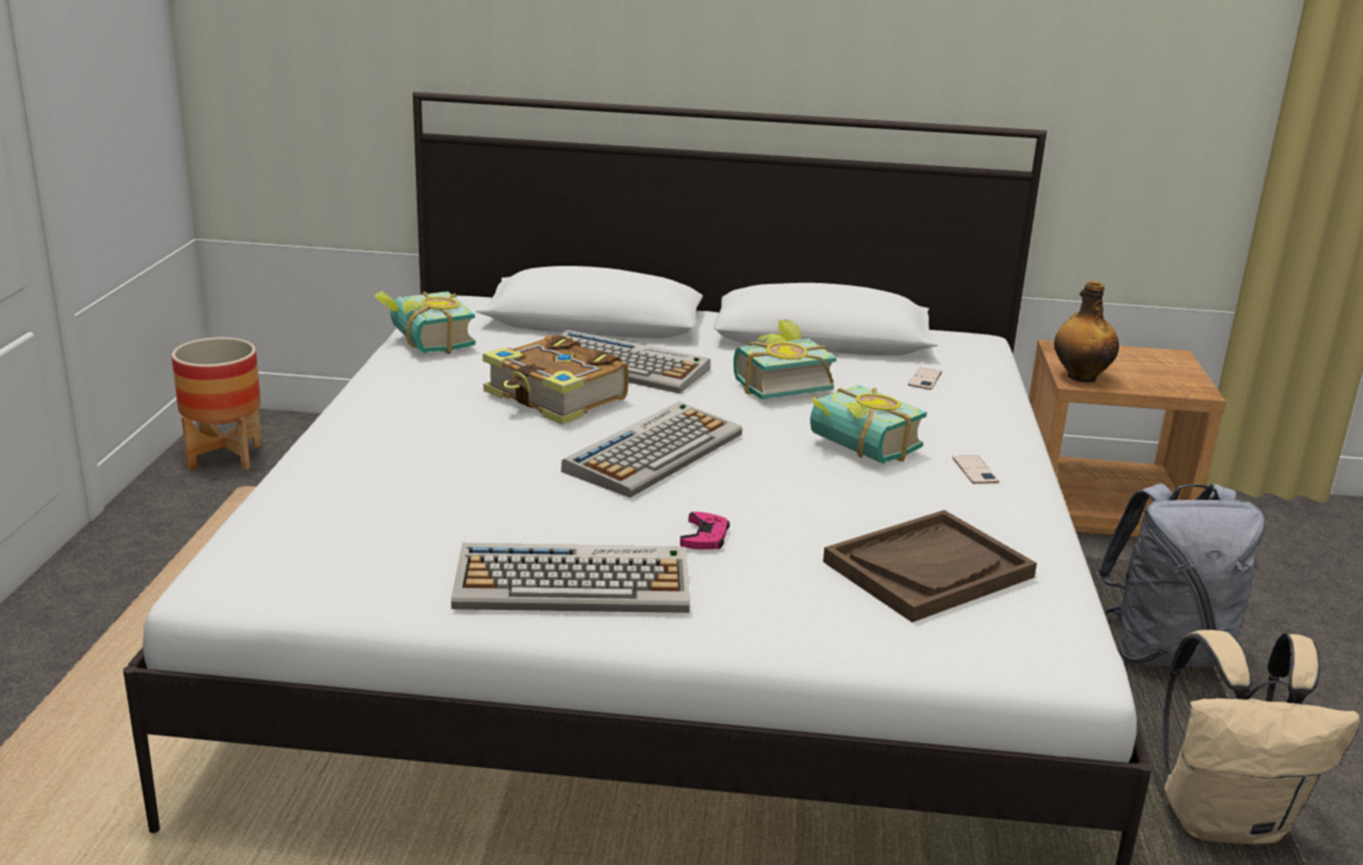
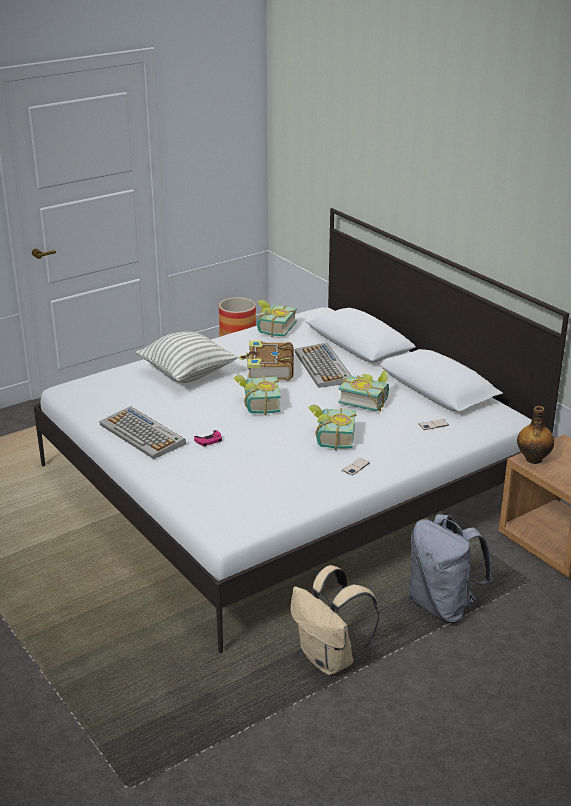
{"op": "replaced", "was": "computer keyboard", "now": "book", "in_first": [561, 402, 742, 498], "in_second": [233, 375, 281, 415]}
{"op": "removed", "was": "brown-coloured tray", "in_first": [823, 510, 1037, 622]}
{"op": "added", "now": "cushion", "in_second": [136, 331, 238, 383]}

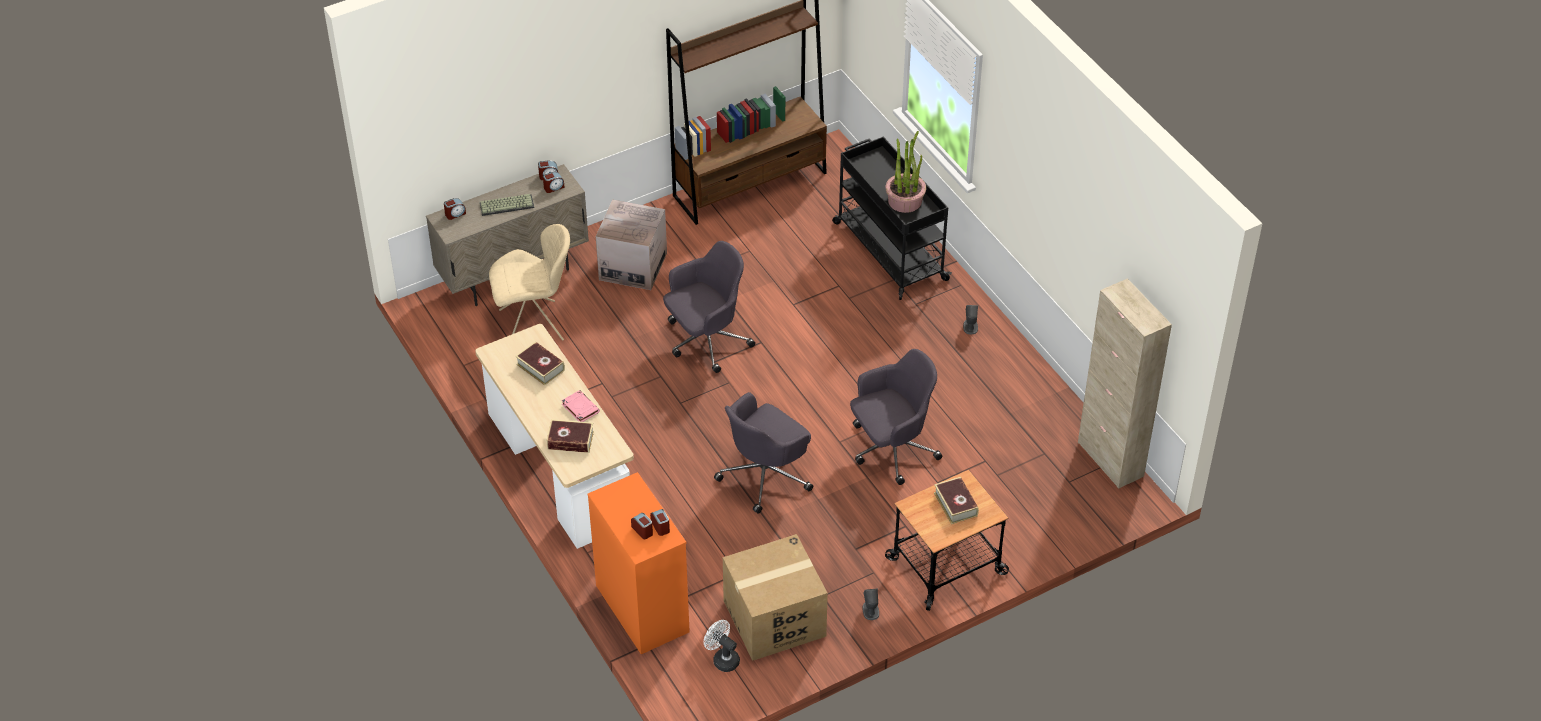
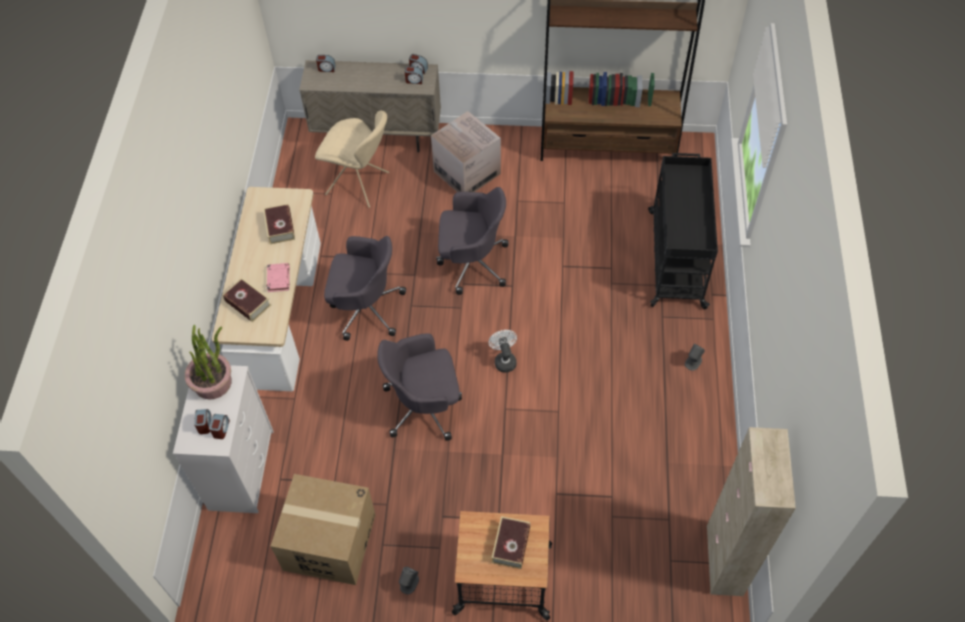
{"op": "moved", "was": "houseplant", "in_first": [885, 131, 926, 213], "in_second": [185, 325, 232, 400]}
{"op": "removed", "was": "computer keyboard", "in_first": [479, 194, 535, 216]}
{"op": "moved", "was": "grey computer chair", "in_first": [850, 349, 942, 485], "in_second": [324, 236, 406, 341]}
{"op": "recoloured", "was": "orange-coloured dresser", "now": "white-coloured dresser", "in_first": [587, 472, 690, 654], "in_second": [173, 365, 274, 513]}
{"op": "moved", "was": "white-coloured fan", "in_first": [704, 620, 740, 672], "in_second": [489, 330, 517, 373]}

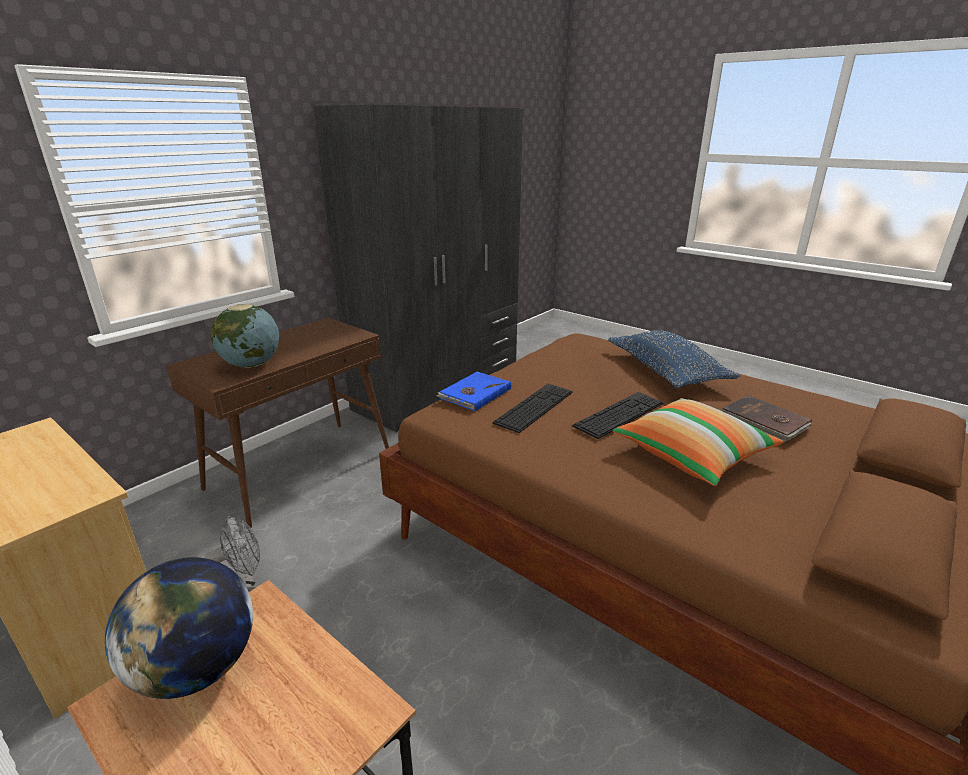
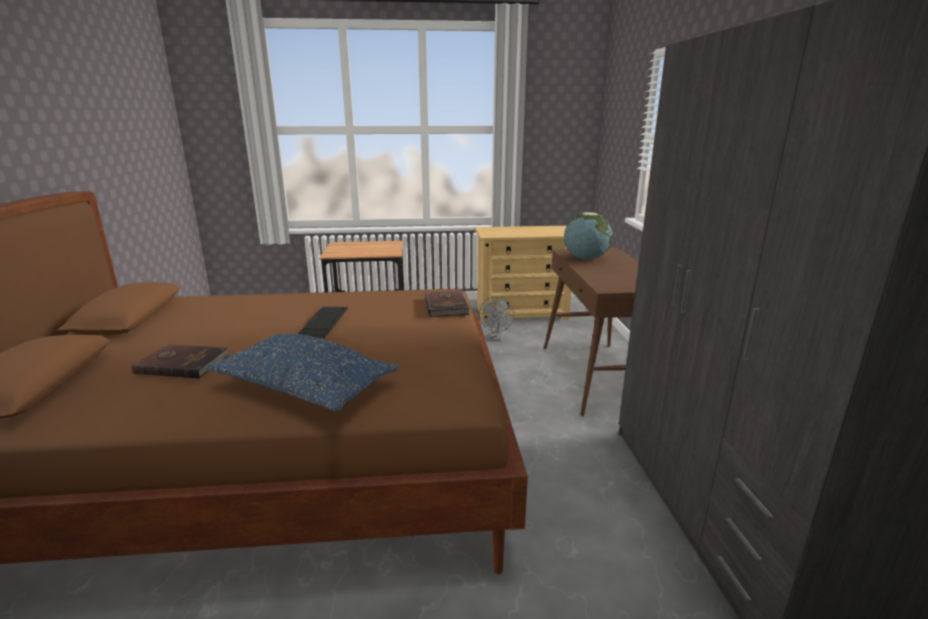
{"op": "recoloured", "was": "blue book", "now": "brown-coloured book", "in_first": [436, 372, 511, 411], "in_second": [425, 291, 470, 317]}
{"op": "removed", "was": "computer keyboard", "in_first": [493, 384, 573, 433]}
{"op": "removed", "was": "cushion", "in_first": [613, 398, 783, 486]}
{"op": "removed", "was": "desk globe", "in_first": [105, 557, 253, 699]}

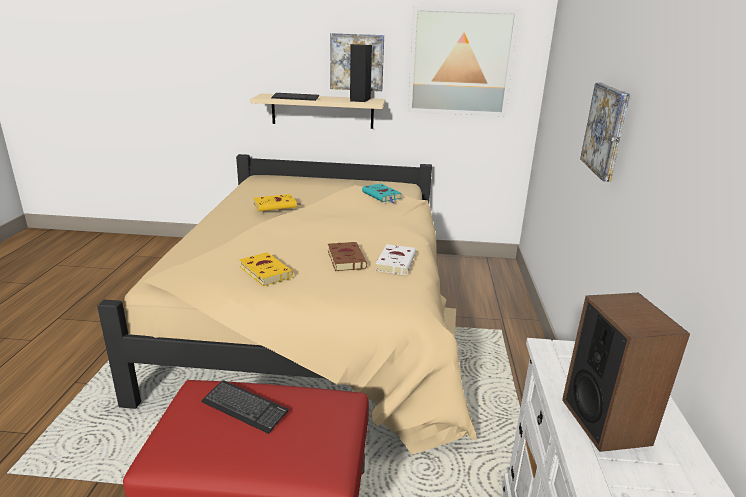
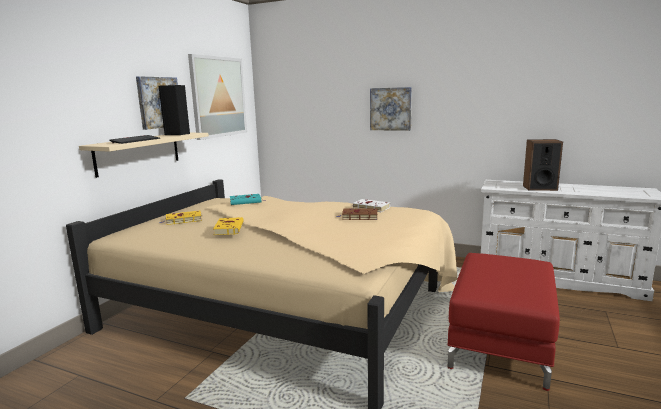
{"op": "moved", "was": "yellow book", "in_first": [239, 252, 293, 286], "in_second": [160, 211, 202, 225]}
{"op": "removed", "was": "computer keyboard", "in_first": [201, 380, 288, 434]}

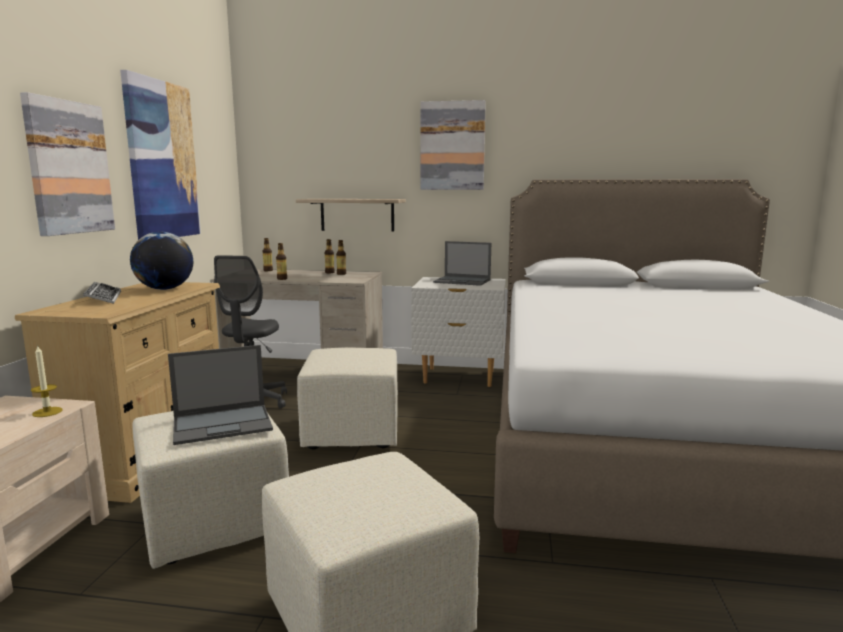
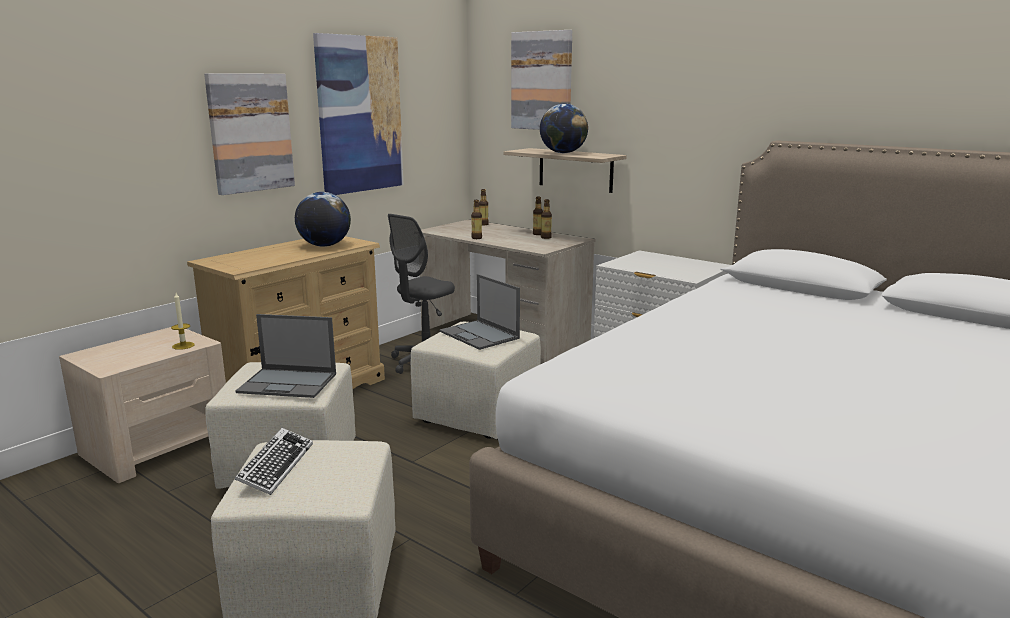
{"op": "moved", "was": "wall picture", "in_first": [420, 100, 486, 190], "in_second": [511, 30, 572, 130]}
{"op": "moved", "was": "laptop", "in_first": [433, 241, 491, 286], "in_second": [439, 274, 520, 350]}
{"op": "moved", "was": "computer keyboard", "in_first": [83, 282, 121, 304], "in_second": [235, 428, 313, 495]}
{"op": "added", "now": "desk globe", "in_second": [540, 104, 588, 153]}

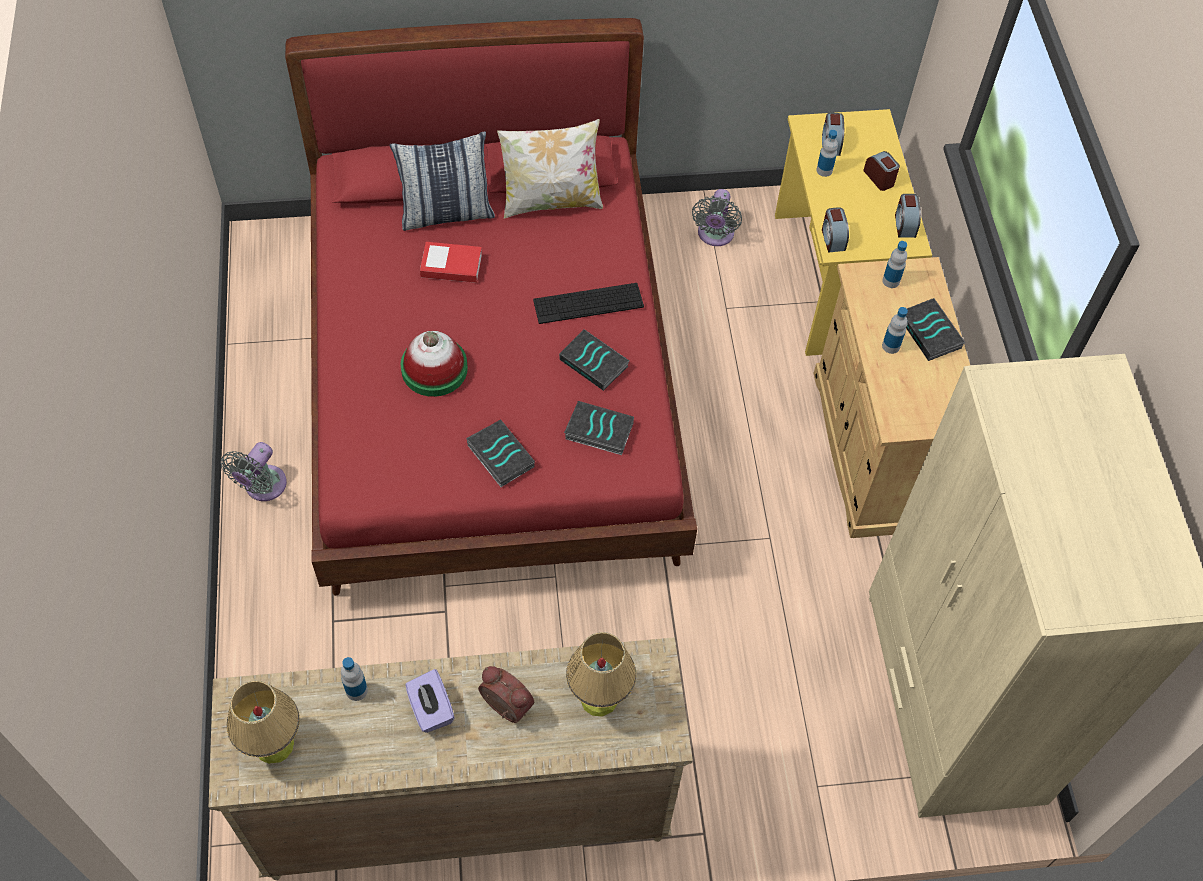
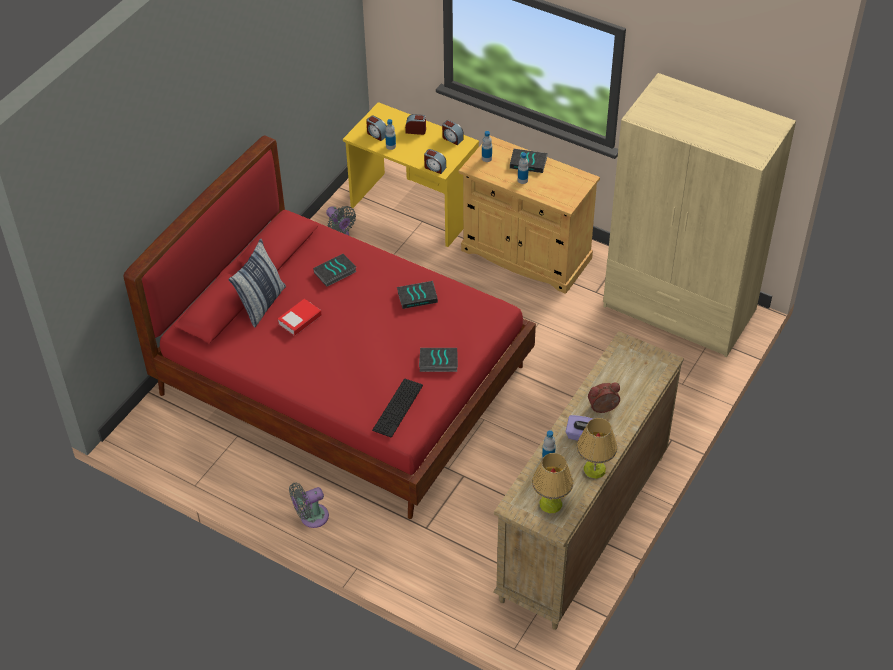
{"op": "removed", "was": "cushion", "in_first": [497, 119, 603, 219]}
{"op": "moved", "was": "computer keyboard", "in_first": [533, 283, 644, 324], "in_second": [372, 378, 423, 437]}
{"op": "removed", "was": "wearable hat", "in_first": [401, 331, 468, 397]}
{"op": "moved", "was": "book", "in_first": [564, 401, 634, 455], "in_second": [313, 254, 356, 287]}
{"op": "turned", "was": "grey fan", "in_first": [221, 442, 287, 501], "in_second": [289, 483, 329, 528], "clockwise": 90}
{"op": "moved", "was": "lamp for a table", "in_first": [566, 632, 636, 717], "in_second": [577, 418, 617, 479]}

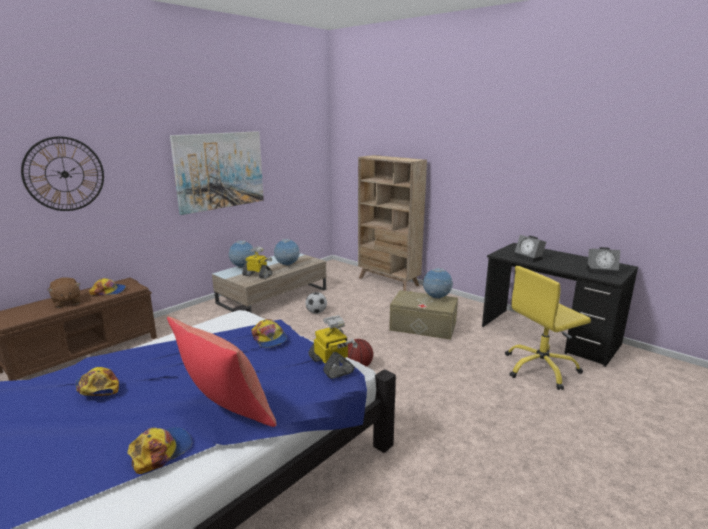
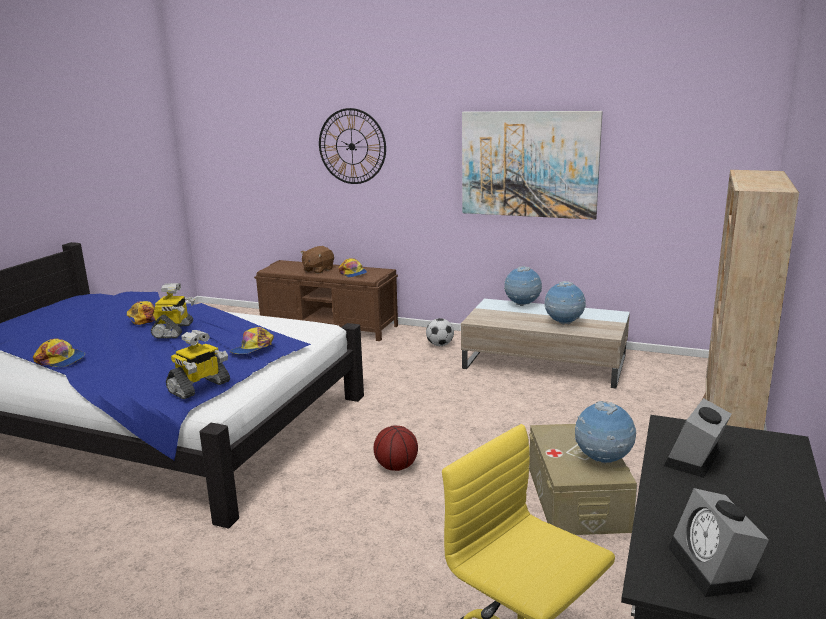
{"op": "moved", "was": "model robot", "in_first": [242, 246, 272, 279], "in_second": [151, 283, 195, 338]}
{"op": "moved", "was": "football", "in_first": [305, 292, 327, 314], "in_second": [426, 318, 454, 346]}
{"op": "removed", "was": "reddish cushion", "in_first": [167, 317, 276, 427]}

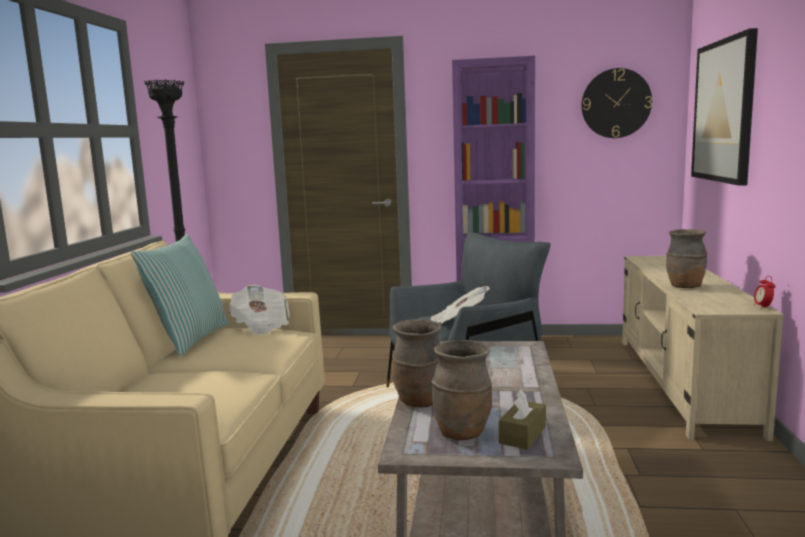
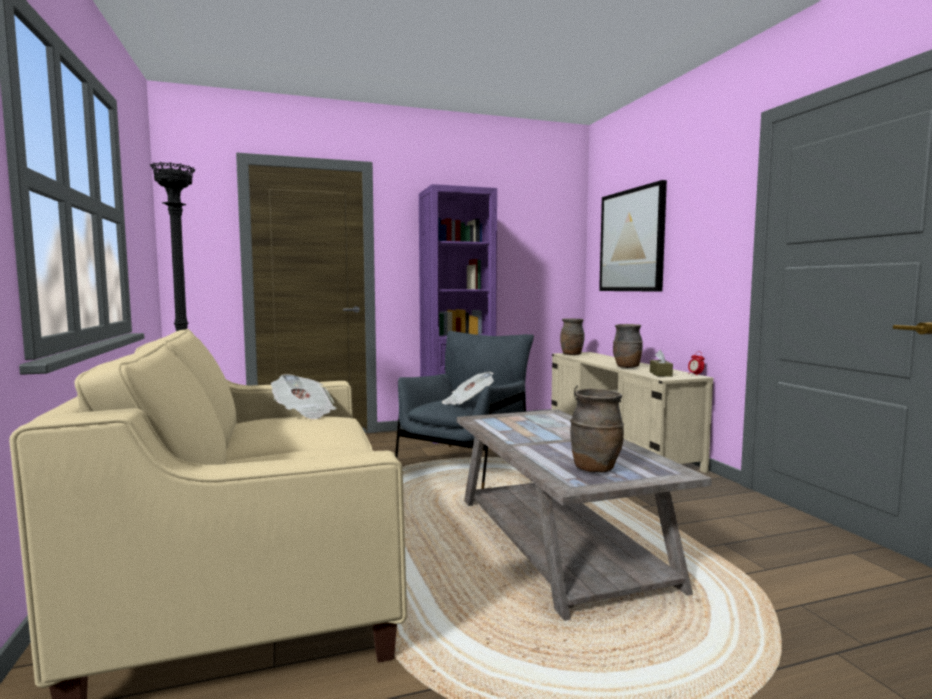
{"op": "removed", "was": "hanging clock", "in_first": [581, 68, 652, 138]}
{"op": "removed", "was": "cushion", "in_first": [131, 234, 230, 357]}
{"op": "moved", "was": "brown-coloured decorative vase", "in_first": [392, 319, 441, 408], "in_second": [560, 318, 585, 355]}
{"op": "moved", "was": "brown-coloured tissue box", "in_first": [499, 389, 546, 450], "in_second": [650, 350, 673, 377]}

